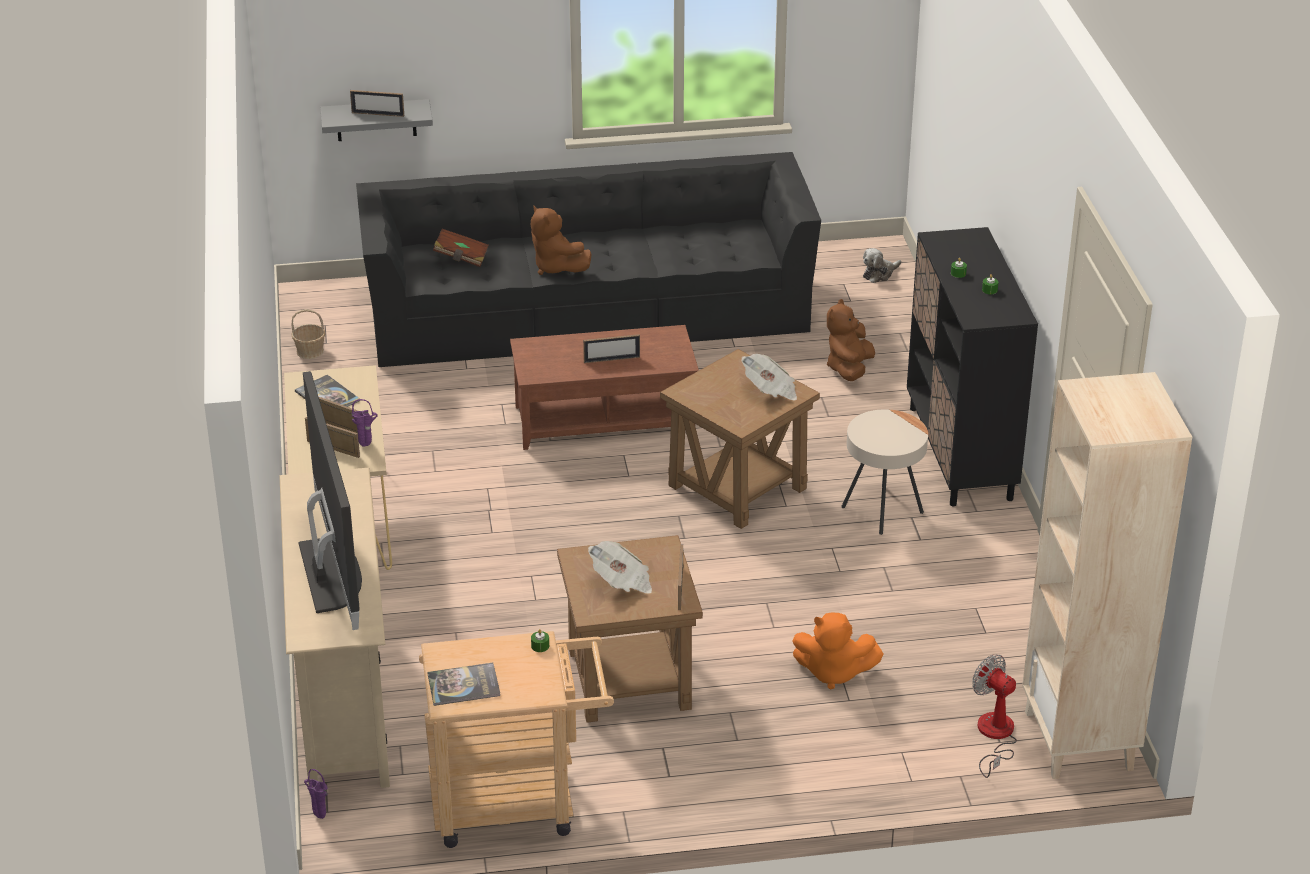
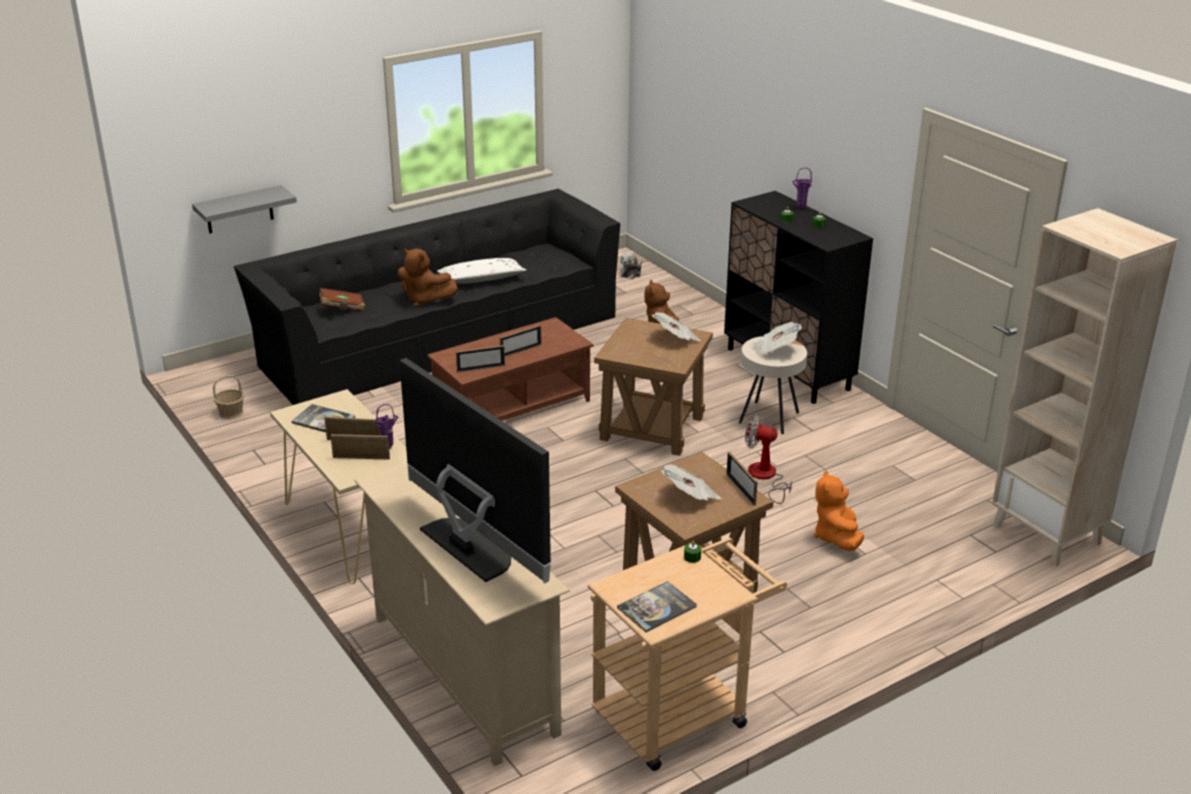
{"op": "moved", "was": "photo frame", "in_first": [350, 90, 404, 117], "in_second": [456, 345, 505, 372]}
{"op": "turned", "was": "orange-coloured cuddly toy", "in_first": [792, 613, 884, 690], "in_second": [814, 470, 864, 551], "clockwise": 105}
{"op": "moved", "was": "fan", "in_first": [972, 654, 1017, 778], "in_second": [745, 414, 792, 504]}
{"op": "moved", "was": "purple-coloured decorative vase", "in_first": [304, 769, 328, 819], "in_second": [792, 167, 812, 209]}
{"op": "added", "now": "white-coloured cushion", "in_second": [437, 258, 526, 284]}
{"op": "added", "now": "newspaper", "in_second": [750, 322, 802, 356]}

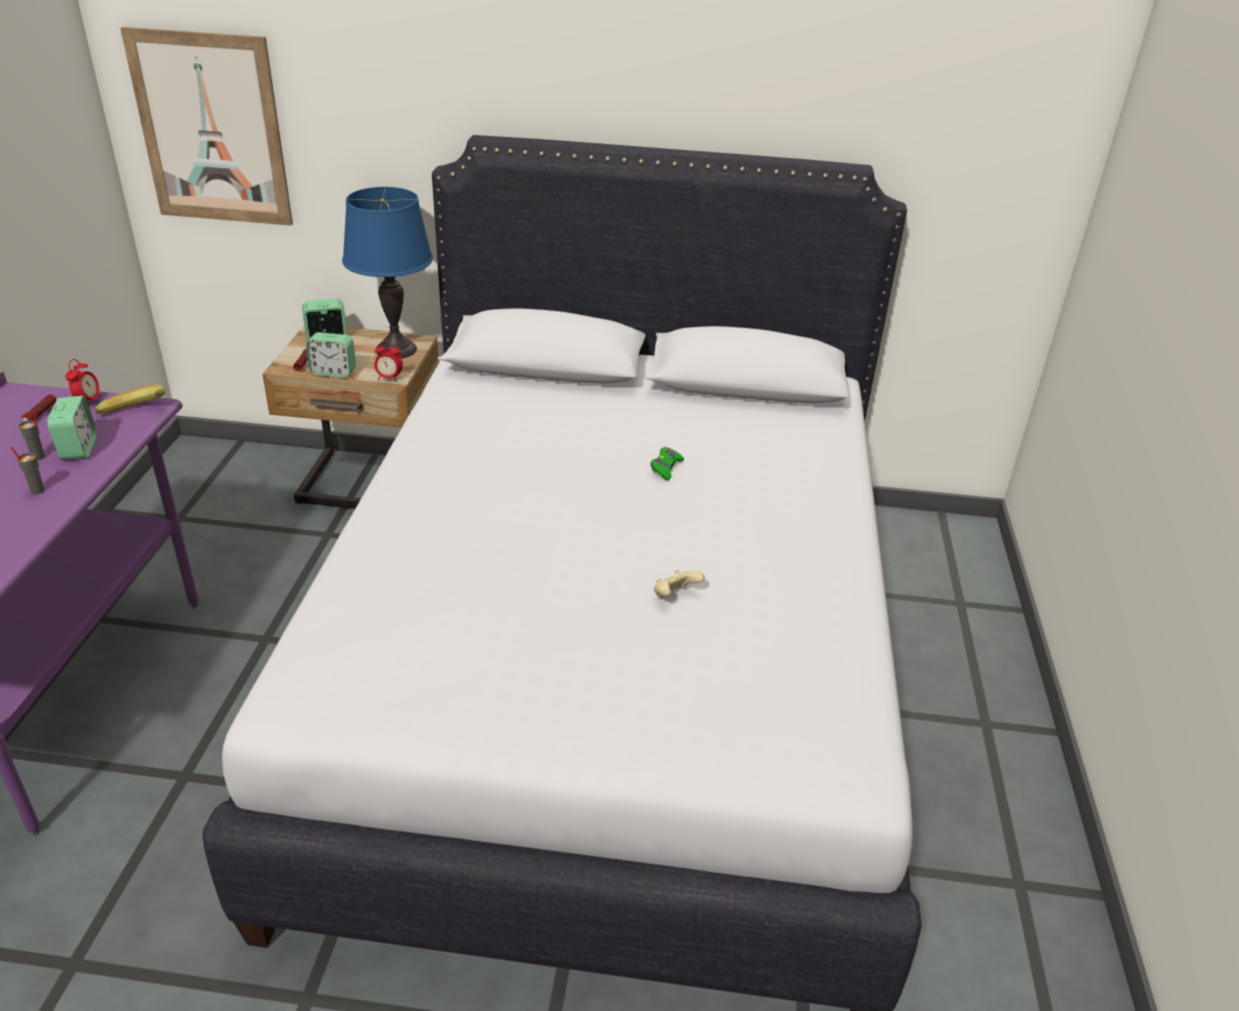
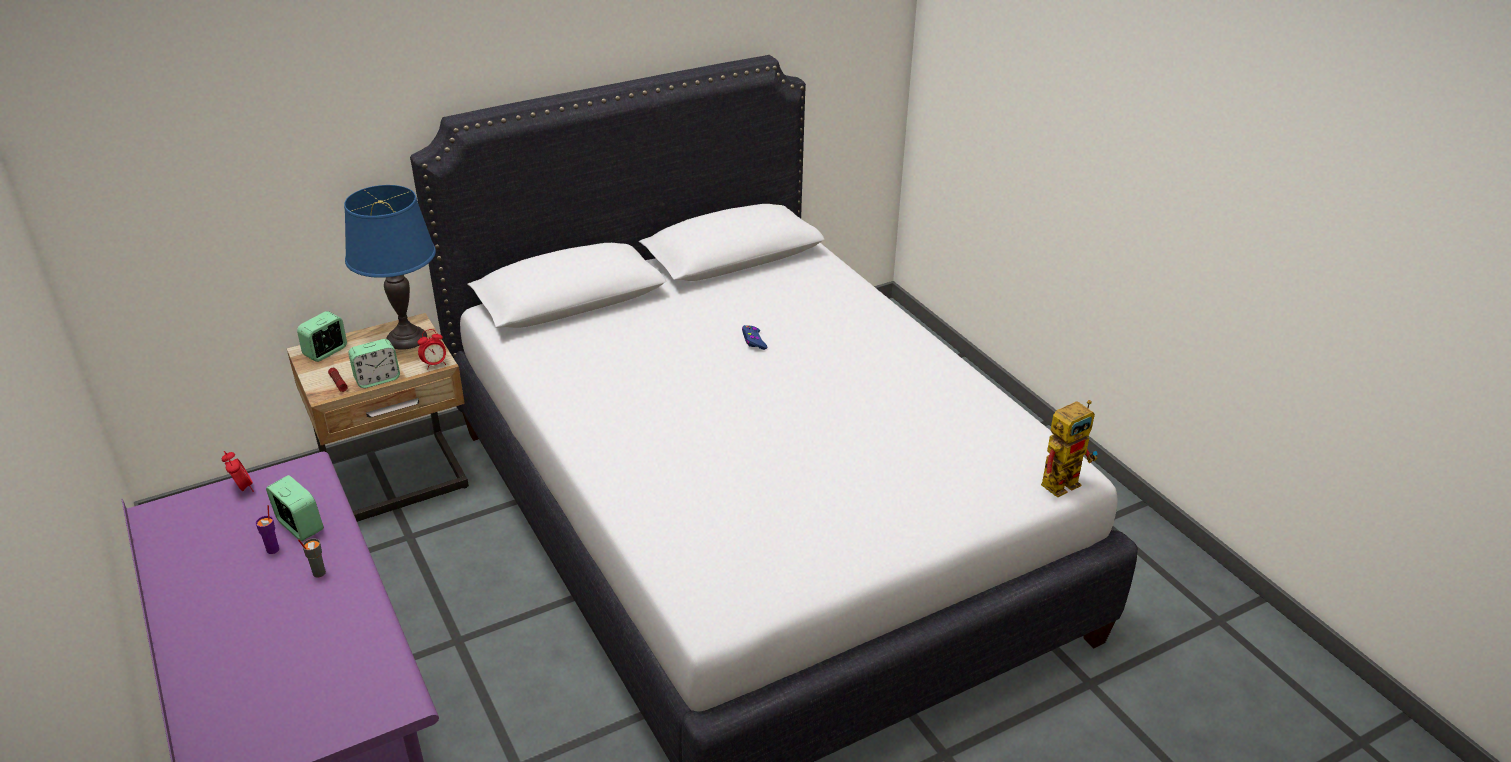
{"op": "removed", "was": "wall picture", "in_first": [120, 27, 293, 226]}
{"op": "removed", "was": "banana", "in_first": [94, 385, 166, 414]}
{"op": "removed", "was": "torch", "in_first": [21, 394, 57, 422]}
{"op": "recoloured", "was": "grey cup", "now": "purple-coloured cup", "in_first": [18, 411, 45, 460], "in_second": [256, 505, 279, 554]}
{"op": "recoloured", "was": "green joypad", "now": "blue joypad", "in_first": [650, 447, 684, 480], "in_second": [742, 325, 767, 350]}
{"op": "removed", "was": "beige joypad", "in_first": [654, 570, 705, 598]}
{"op": "added", "now": "model robot", "in_second": [1041, 400, 1098, 498]}

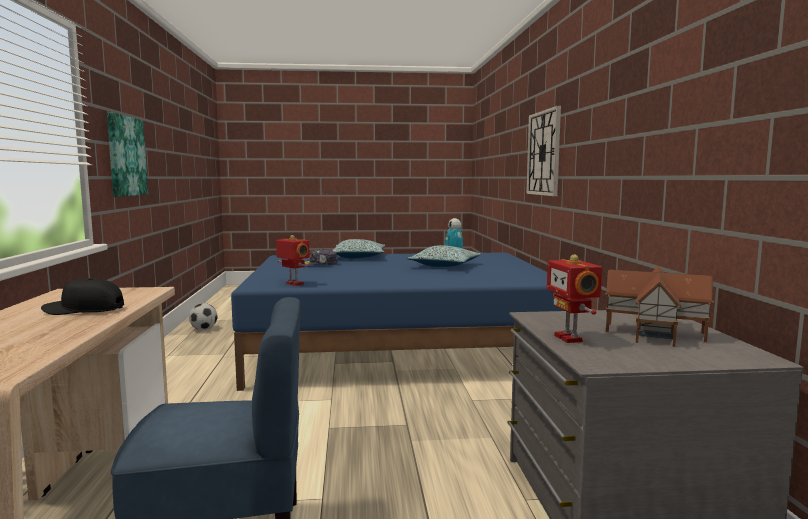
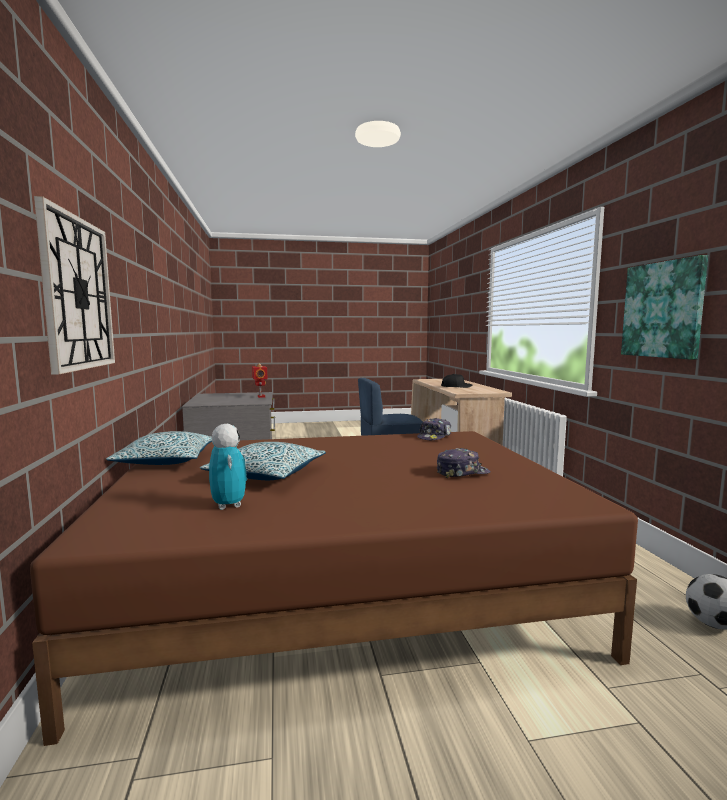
{"op": "replaced", "was": "model robot", "now": "baseball cap", "in_first": [276, 235, 309, 286], "in_second": [417, 418, 451, 440]}
{"op": "moved", "was": "cushion", "in_first": [332, 239, 385, 259], "in_second": [106, 431, 212, 465]}
{"op": "recoloured", "was": "blue bed", "now": "brown-coloured bed", "in_first": [231, 252, 565, 391], "in_second": [30, 431, 638, 746]}
{"op": "removed", "was": "toy house", "in_first": [605, 266, 714, 347]}

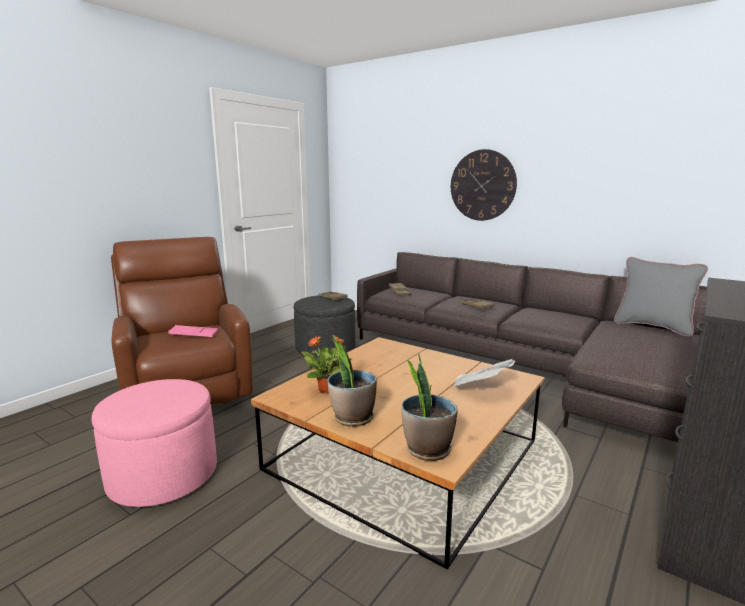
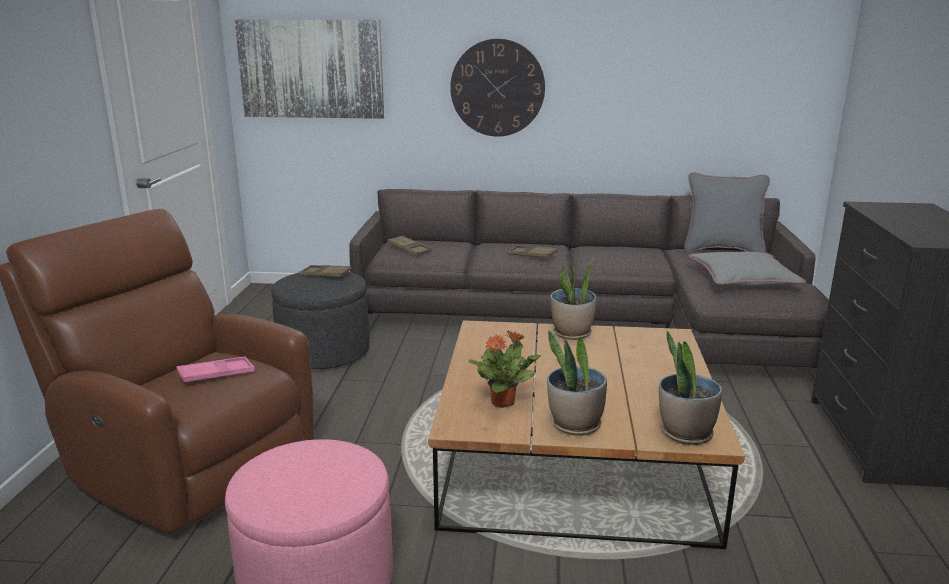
{"op": "removed", "was": "newspaper", "in_first": [452, 359, 515, 387]}
{"op": "added", "now": "wall picture", "in_second": [235, 20, 384, 119]}
{"op": "added", "now": "grey cushion", "in_second": [688, 252, 806, 286]}
{"op": "added", "now": "houseplant", "in_second": [550, 257, 596, 340]}

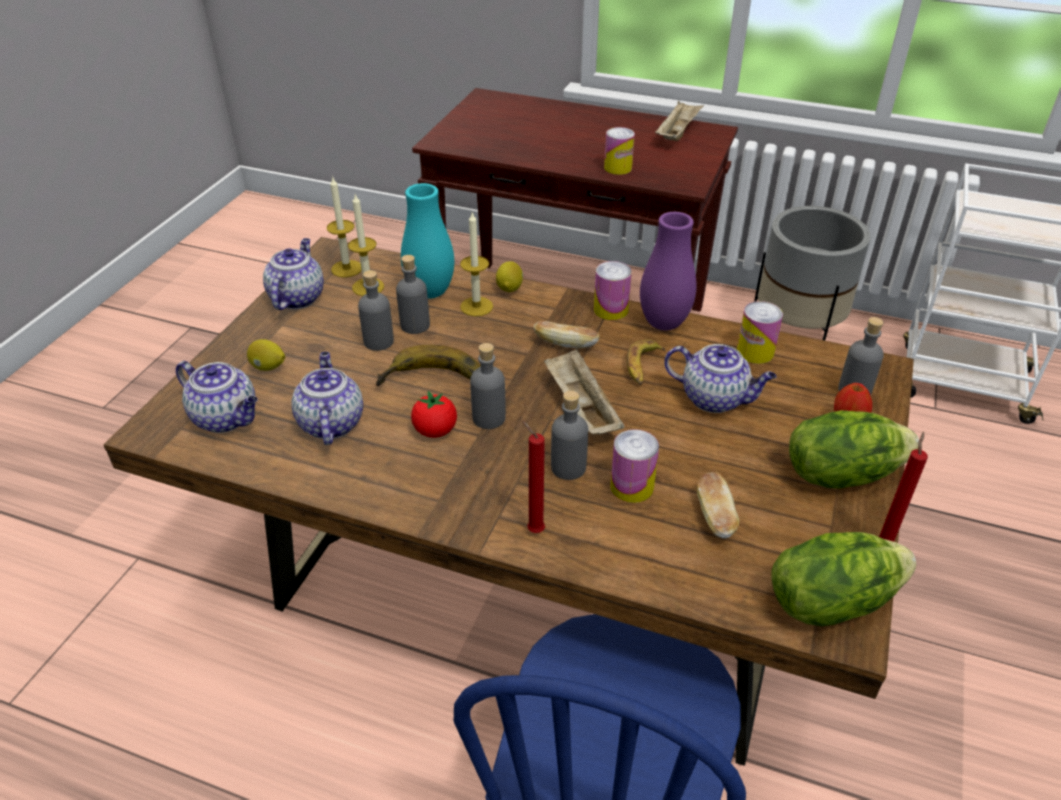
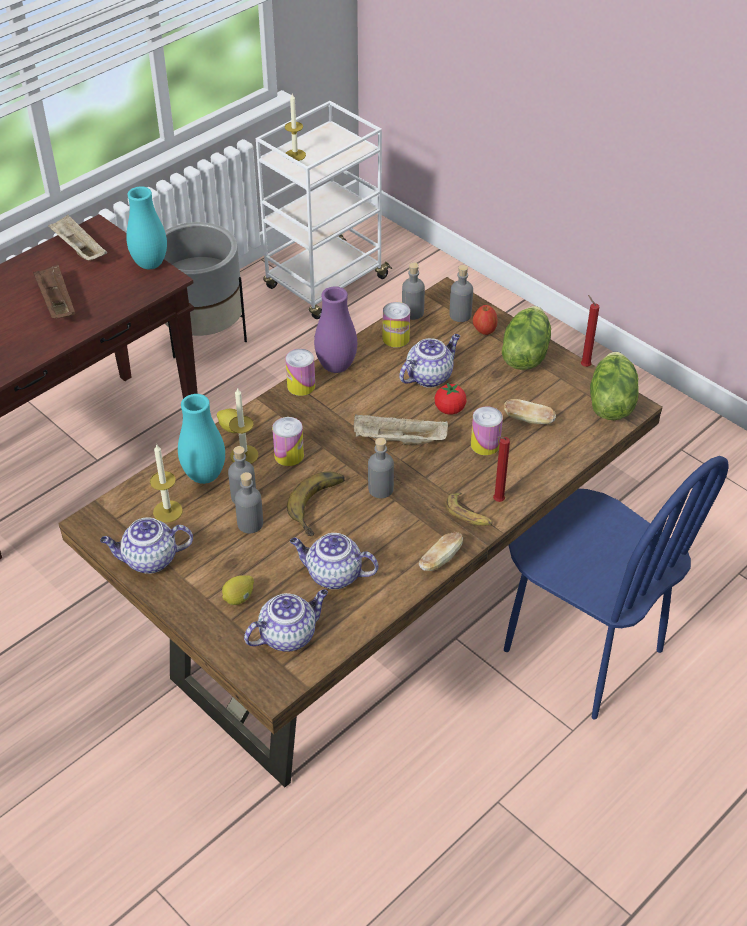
{"op": "moved", "was": "sealed can", "in_first": [604, 127, 635, 175], "in_second": [272, 417, 304, 466]}
{"op": "moved", "was": "wax candle", "in_first": [327, 176, 362, 278], "in_second": [285, 94, 306, 161]}
{"op": "turned", "was": "teapot", "in_first": [263, 238, 324, 310], "in_second": [100, 517, 193, 574], "clockwise": -45}
{"op": "moved", "was": "bread", "in_first": [534, 321, 599, 348], "in_second": [419, 532, 463, 571]}
{"op": "moved", "was": "banana", "in_first": [626, 339, 666, 385], "in_second": [446, 493, 493, 526]}
{"op": "moved", "was": "fresh tomato", "in_first": [411, 391, 457, 438], "in_second": [435, 382, 466, 415]}
{"op": "moved", "was": "grey drink bottle", "in_first": [551, 391, 588, 480], "in_second": [402, 263, 425, 320]}
{"op": "added", "now": "blue-green decorative vase", "in_second": [126, 186, 167, 269]}
{"op": "added", "now": "brown-coloured tray", "in_second": [33, 264, 75, 319]}

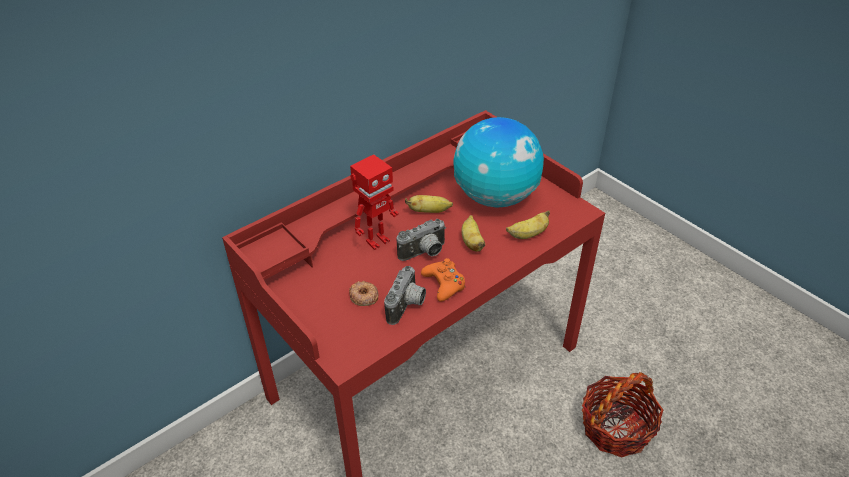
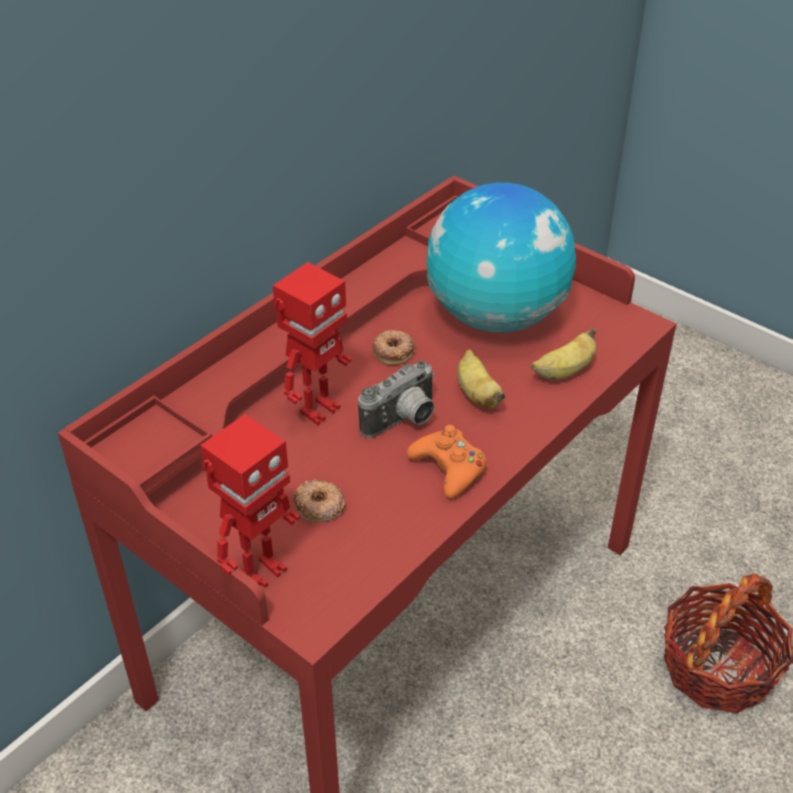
{"op": "replaced", "was": "banana", "now": "doughnut", "in_first": [405, 195, 453, 213], "in_second": [373, 330, 415, 365]}
{"op": "removed", "was": "still camera", "in_first": [384, 266, 426, 325]}
{"op": "added", "now": "model robot", "in_second": [200, 414, 300, 588]}

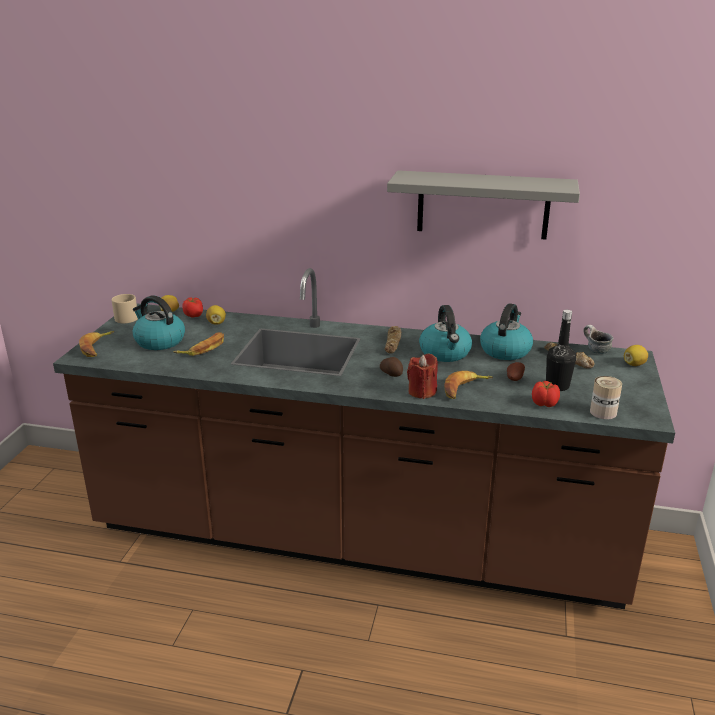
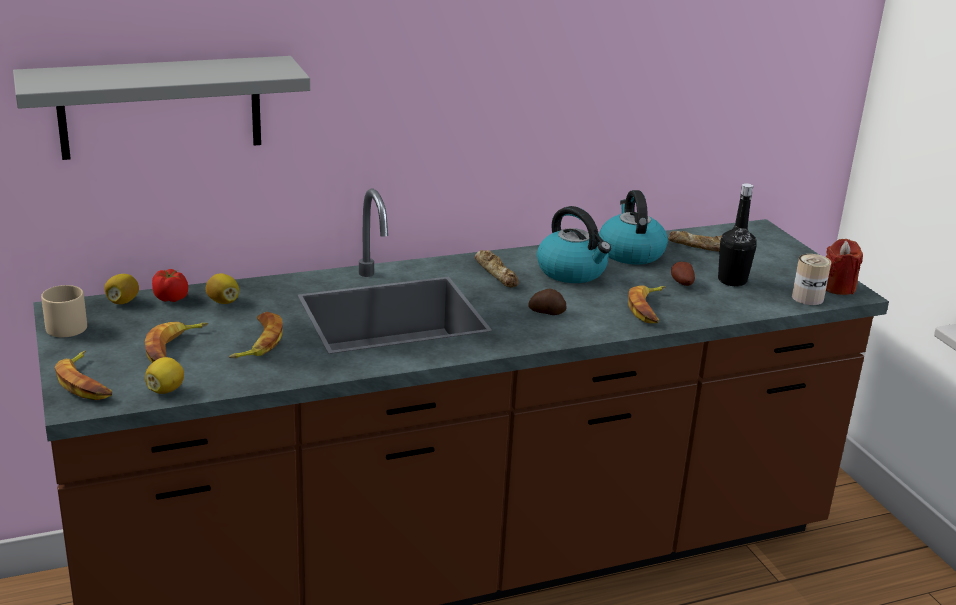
{"op": "moved", "was": "grey shelf", "in_first": [387, 170, 580, 240], "in_second": [13, 56, 310, 160]}
{"op": "replaced", "was": "kettle", "now": "banana", "in_first": [133, 296, 185, 350], "in_second": [145, 322, 208, 363]}
{"op": "removed", "was": "mug", "in_first": [583, 325, 614, 354]}
{"op": "moved", "was": "lemon", "in_first": [624, 345, 648, 366], "in_second": [145, 357, 184, 394]}
{"op": "moved", "was": "reddish wax candle", "in_first": [407, 354, 438, 399], "in_second": [826, 239, 863, 295]}
{"op": "removed", "was": "fresh tomato", "in_first": [532, 381, 560, 407]}

